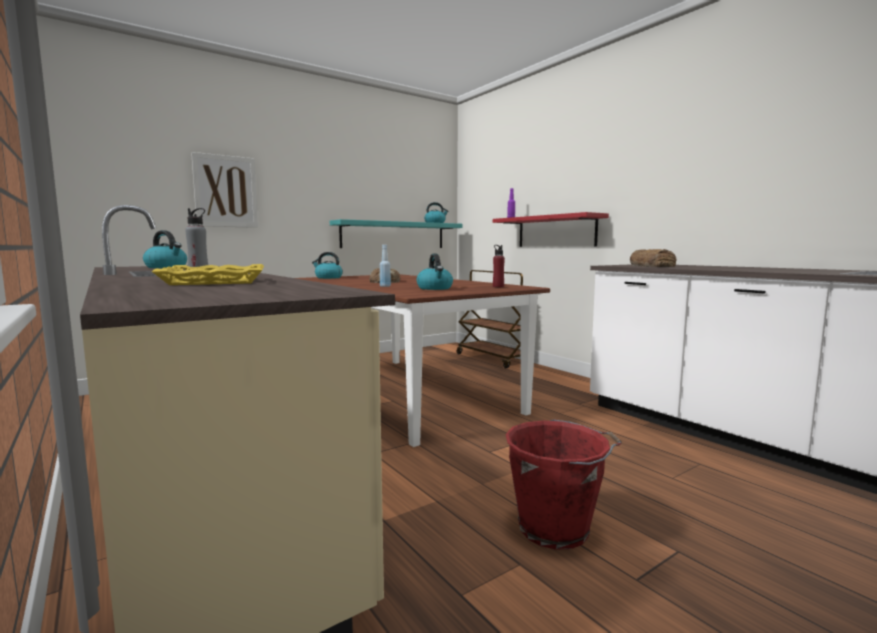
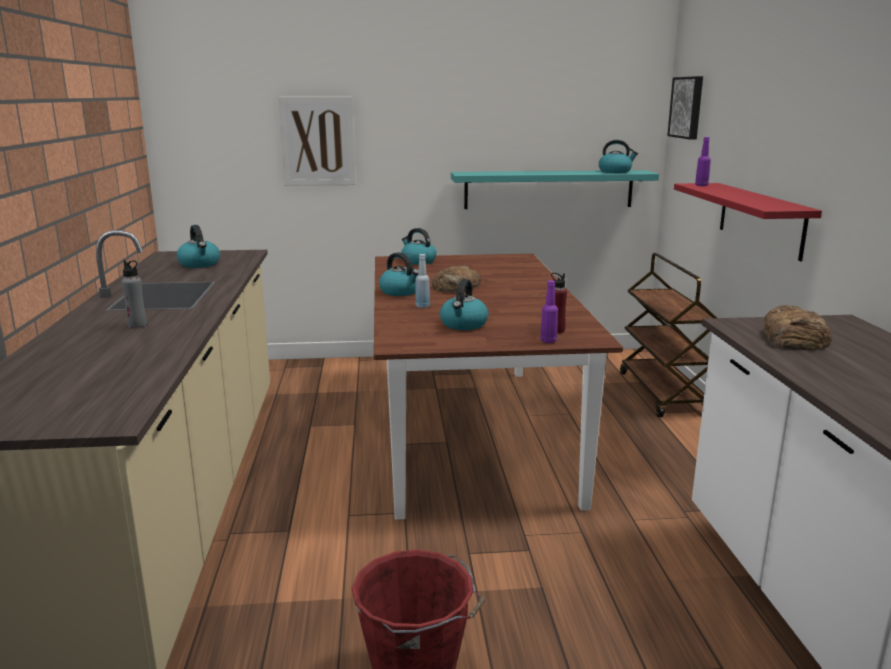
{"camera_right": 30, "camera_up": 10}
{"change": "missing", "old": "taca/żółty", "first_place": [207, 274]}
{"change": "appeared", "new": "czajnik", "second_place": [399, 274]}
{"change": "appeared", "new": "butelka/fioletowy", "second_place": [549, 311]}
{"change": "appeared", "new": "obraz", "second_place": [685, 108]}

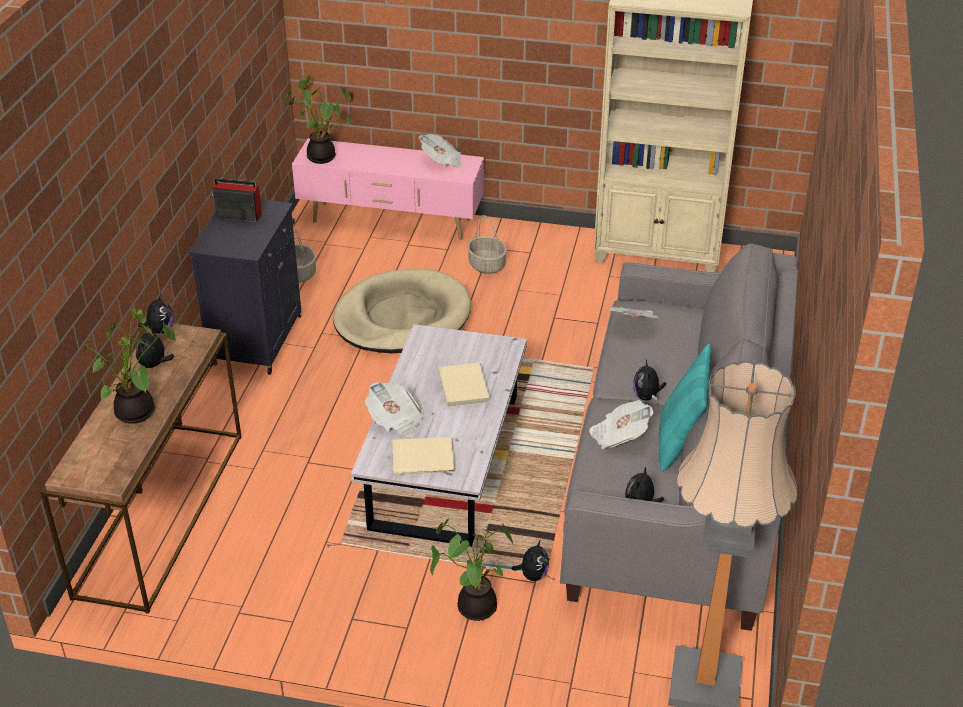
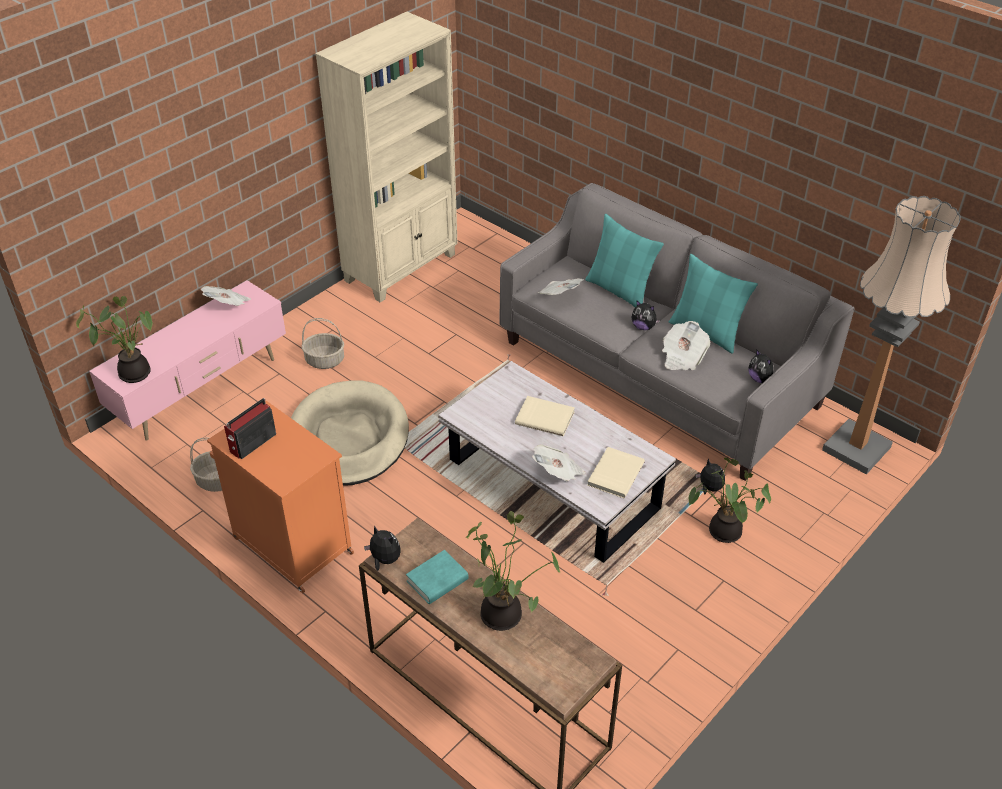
{"camera_right": -60, "camera_up": 5}
{"change": "appeared", "new": "poduszka/turkusowy", "second_place": [624, 260]}
{"change": "exchanged", "old": "pluszak", "new": "książka/turkusowy", "first_place": [155, 347], "second_place": [437, 577]}
{"change": "colour", "old": "szafka/czarny", "new": "szafka/pomarańczowy", "first_place": [245, 287], "second_place": [280, 497]}

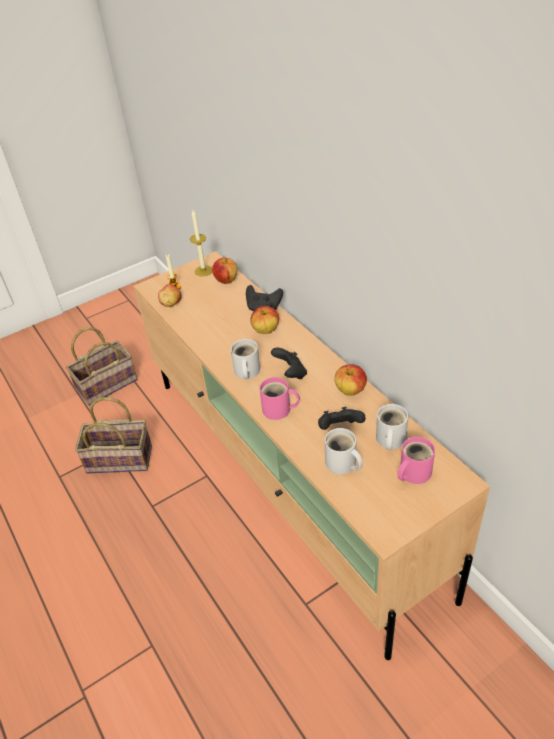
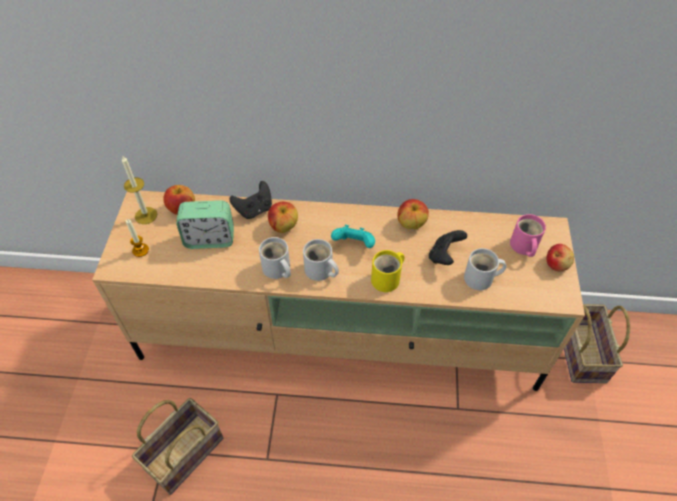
{"camera_right": -55, "camera_up": 10}
{"change": "appeared", "new": "budzik", "second_place": [205, 224]}
{"change": "relocated", "old": "koszyk", "first_place": [102, 366], "second_place": [597, 343]}
{"change": "relocated", "old": "jabłko", "first_place": [170, 295], "second_place": [560, 257]}
{"change": "relocated", "old": "kubek/biały", "first_place": [392, 427], "second_place": [275, 258]}
{"change": "colour", "old": "kubek/różowy", "new": "kubek/żółty", "first_place": [279, 398], "second_place": [387, 271]}
{"change": "colour", "old": "pad do gier/czarny", "new": "pad do gier/turkusowy", "first_place": [289, 363], "second_place": [353, 236]}

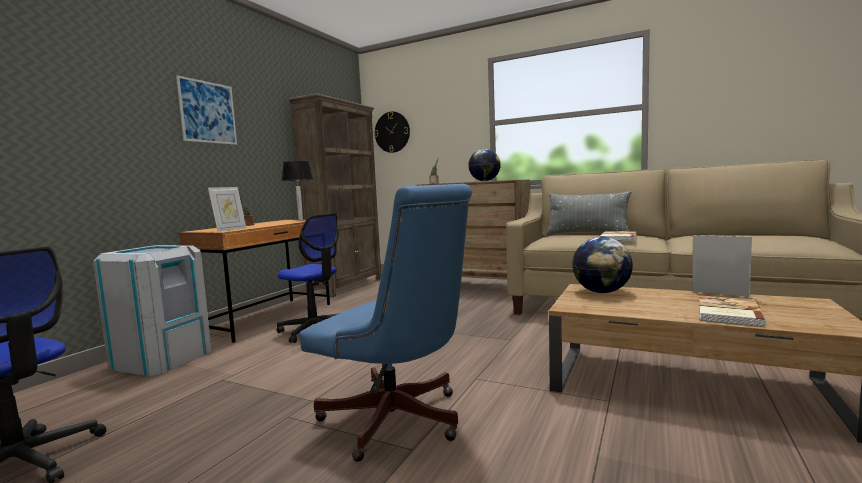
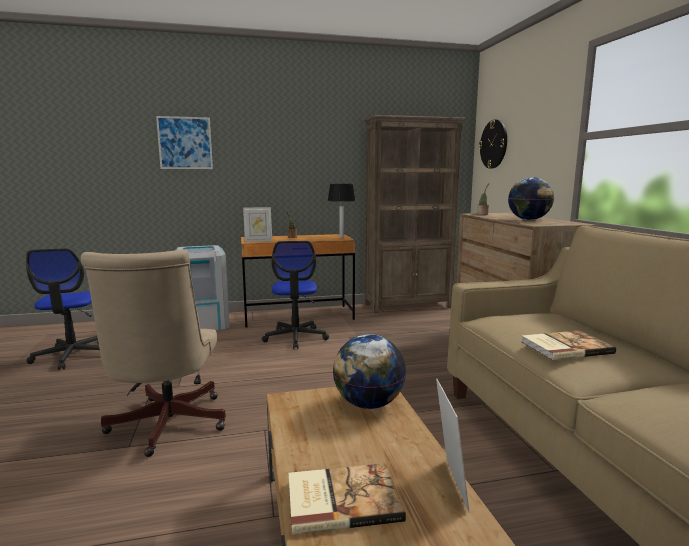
{"camera_right": 50, "camera_up": 5}
{"change": "missing", "old": "poduszka/szary", "first_place": [588, 213]}
{"change": "relocated", "old": "obraz", "first_place": [206, 110], "second_place": [184, 142]}
{"change": "colour", "old": "krzesło biurowe/niebieski", "new": "krzesło biurowe/beżowy", "first_place": [386, 323], "second_place": [153, 353]}

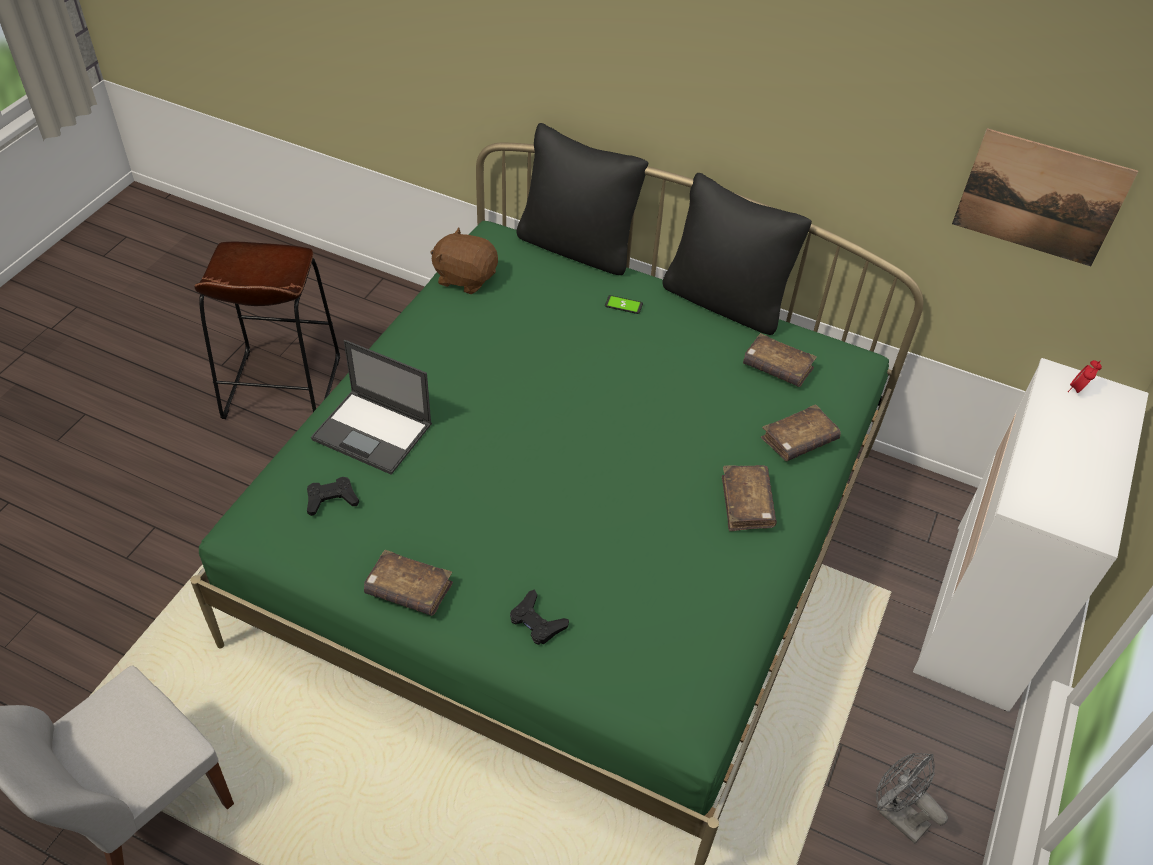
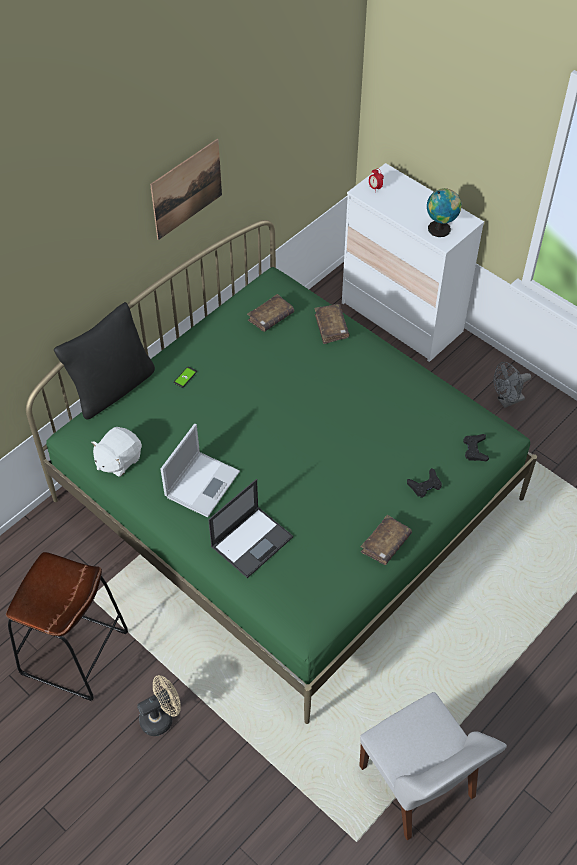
{"camera_right": -70, "camera_up": 5}
{"change": "missing", "old": "poduszka/czarny", "first_place": [737, 254]}
{"change": "missing", "old": "książka/brązowy", "first_place": [749, 498]}
{"change": "appeared", "new": "wentylator/beżowy", "second_place": [159, 705]}
{"change": "appeared", "new": "laptop", "second_place": [200, 470]}
{"change": "appeared", "new": "globus", "second_place": [444, 212]}
{"change": "relocated", "old": "pad do gier/czarny", "first_place": [333, 496], "second_place": [476, 447]}
{"change": "relocated", "old": "obraz", "first_place": [1045, 197], "second_place": [186, 189]}
{"change": "colour", "old": "pluszak/brązowy", "new": "pluszak/biały", "first_place": [464, 260], "second_place": [116, 452]}

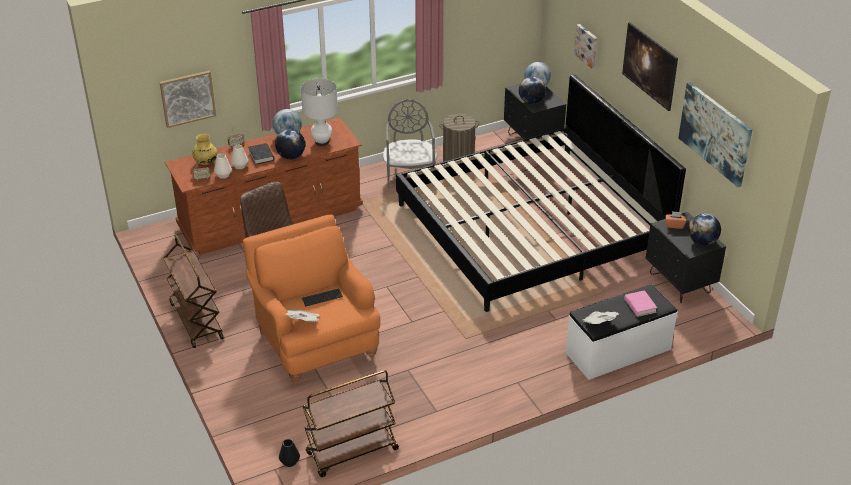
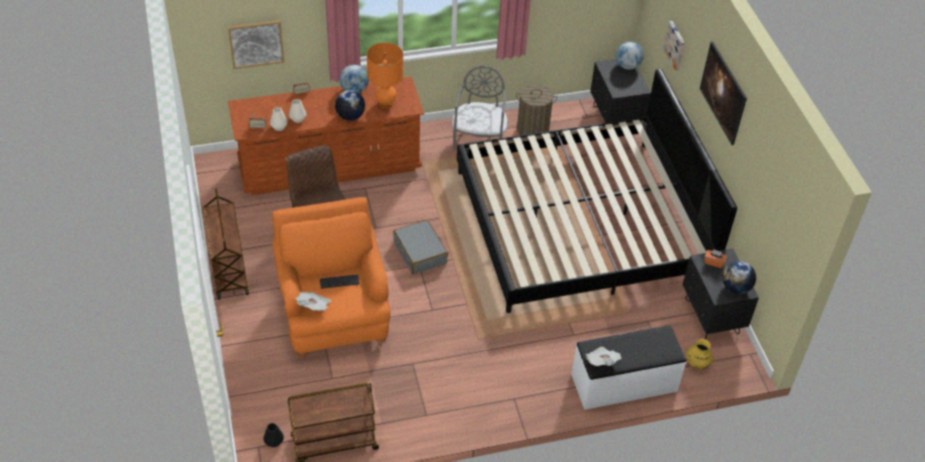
{"camera_right": 10, "camera_up": 10}
{"change": "missing", "old": "książka/czarny", "first_place": [261, 154]}
{"change": "missing", "old": "globus", "first_place": [532, 90]}
{"change": "missing", "old": "książka/różowy", "first_place": [640, 303]}
{"change": "missing", "old": "obraz", "first_place": [715, 134]}
{"change": "appeared", "new": "walizka/szary", "second_place": [420, 247]}
{"change": "relocated", "old": "wazon/żółty", "first_place": [204, 149], "second_place": [699, 354]}
{"change": "colour", "old": "lampa stołowa/biały", "new": "lampa stołowa/pomarańczowy", "first_place": [319, 112], "second_place": [385, 76]}

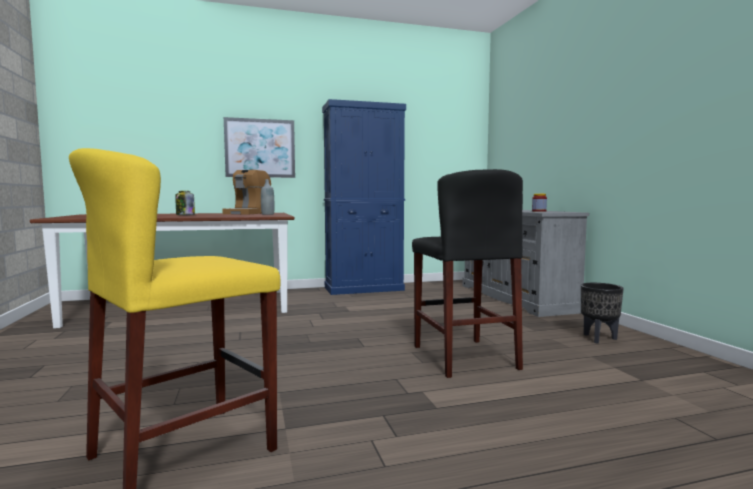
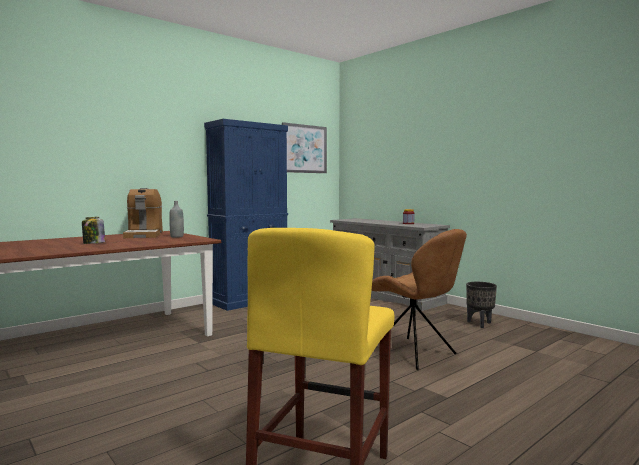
{"camera_right": -25, "camera_up": 0}
{"change": "relocated", "old": "obraz", "first_place": [259, 147], "second_place": [304, 147]}
{"change": "exchanged", "old": "stołek/czarny", "new": "krzesło/brązowy", "first_place": [467, 273], "second_place": [419, 299]}

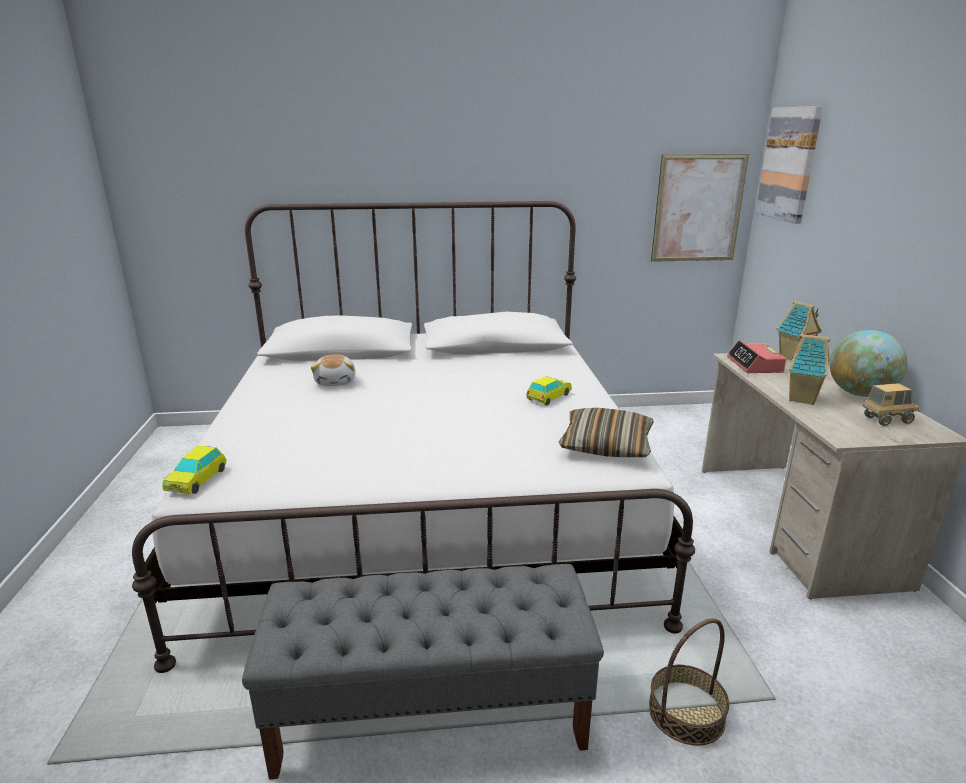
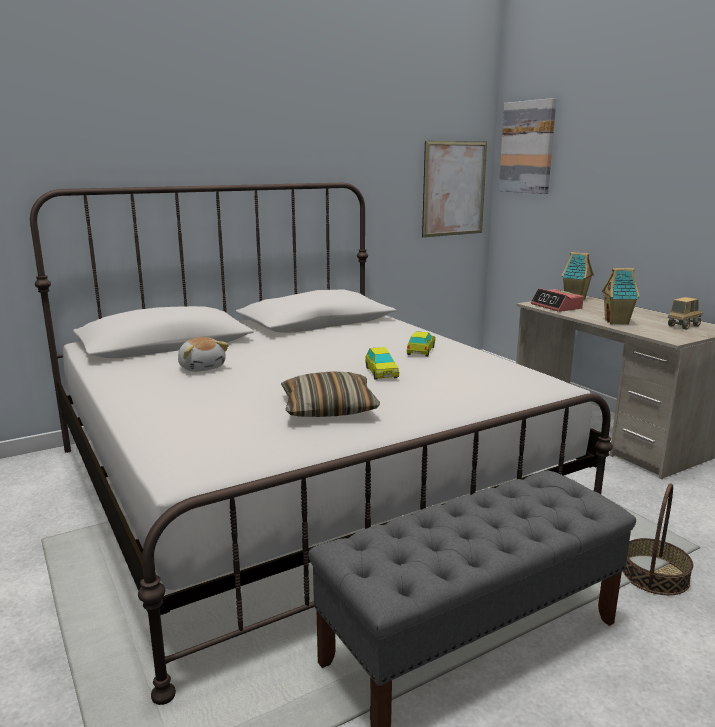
{"camera_right": -25, "camera_up": -5}
{"change": "missing", "old": "globus", "first_place": [868, 363]}
{"change": "relocated", "old": "samochodzik", "first_place": [194, 469], "second_place": [382, 363]}
{"change": "relocated", "old": "poduszka", "first_place": [605, 432], "second_place": [330, 394]}

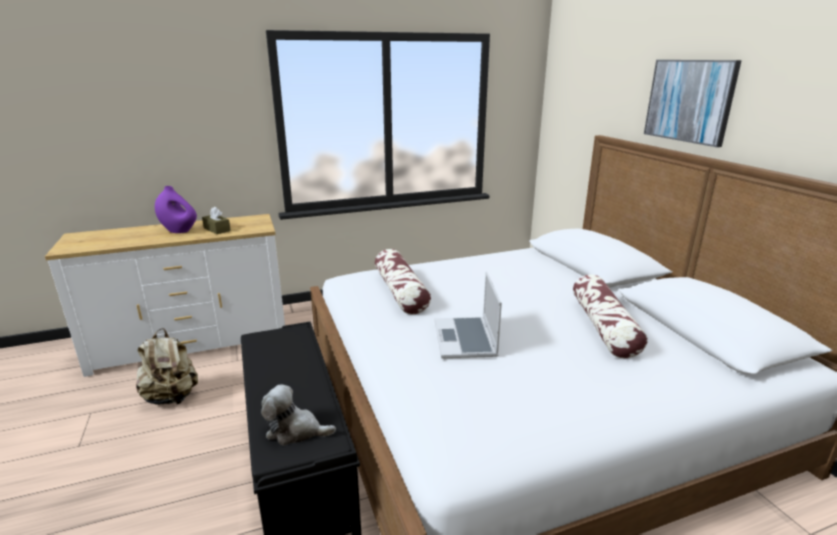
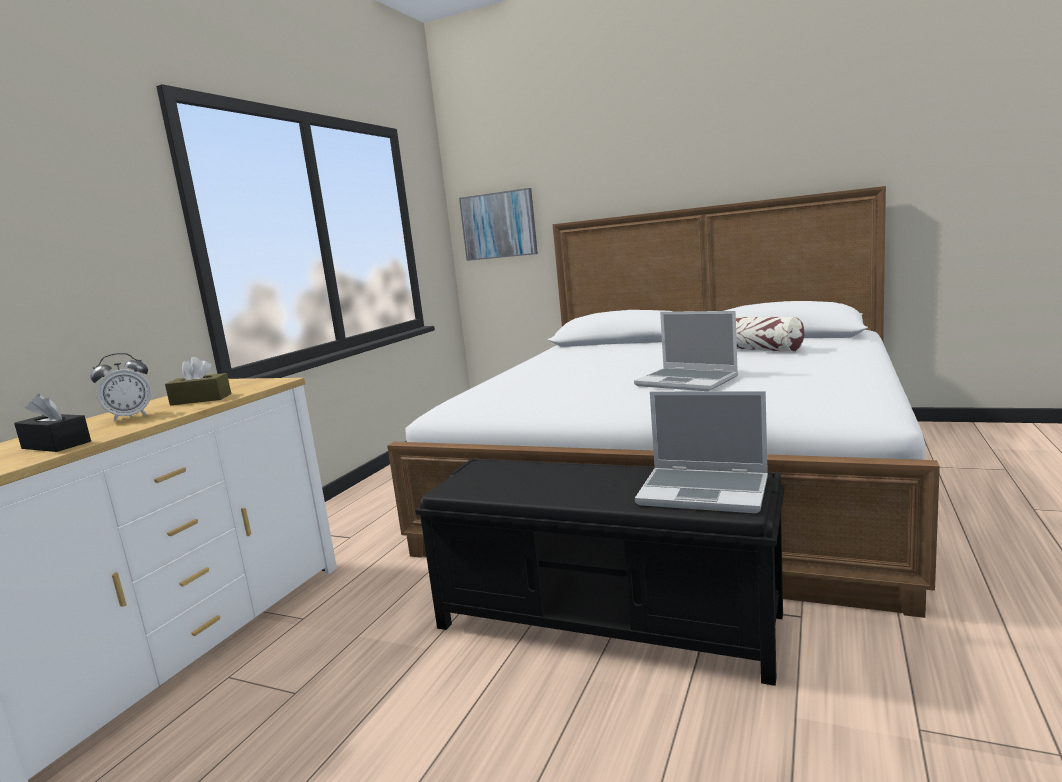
{"camera_right": -45, "camera_up": -10}
{"change": "missing", "old": "plecak/beżowy", "first_place": [167, 366]}
{"change": "missing", "old": "poduszka", "first_place": [403, 282]}
{"change": "appeared", "new": "pudełko chusteczek/czarny", "second_place": [52, 423]}
{"change": "relocated", "old": "obraz", "first_place": [693, 103], "second_place": [498, 224]}
{"change": "exchanged", "old": "wazon/fioletowy", "new": "budzik", "first_place": [176, 209], "second_place": [121, 387]}
{"change": "exchanged", "old": "pluszak", "new": "laptop", "first_place": [298, 415], "second_place": [701, 452]}

